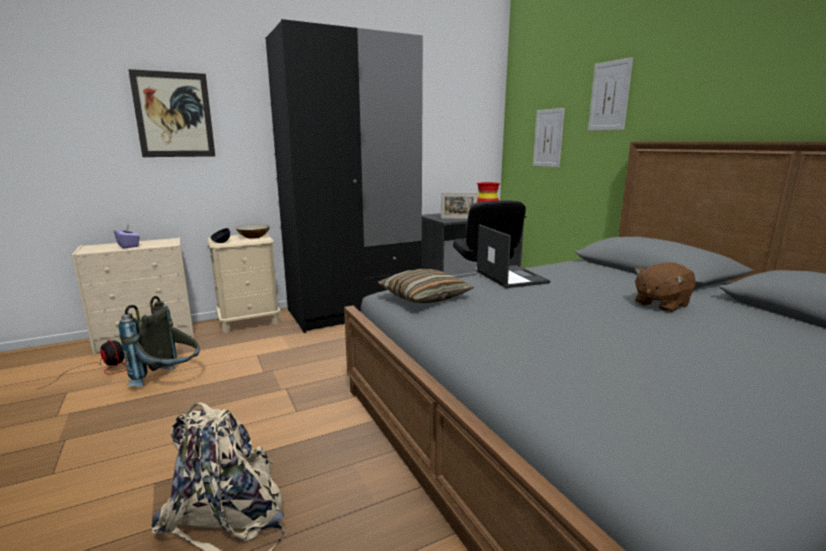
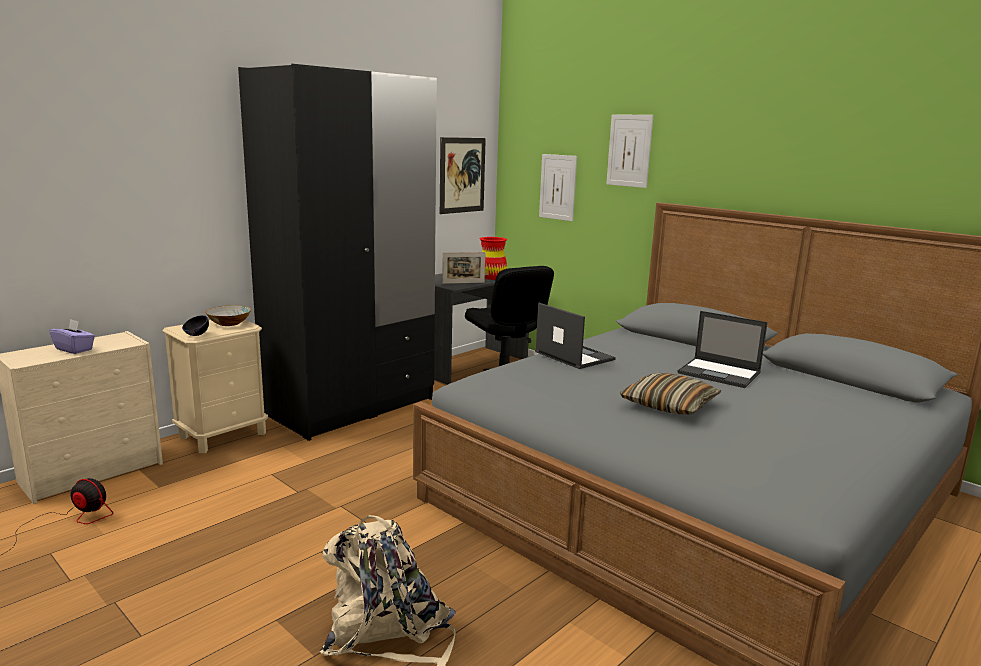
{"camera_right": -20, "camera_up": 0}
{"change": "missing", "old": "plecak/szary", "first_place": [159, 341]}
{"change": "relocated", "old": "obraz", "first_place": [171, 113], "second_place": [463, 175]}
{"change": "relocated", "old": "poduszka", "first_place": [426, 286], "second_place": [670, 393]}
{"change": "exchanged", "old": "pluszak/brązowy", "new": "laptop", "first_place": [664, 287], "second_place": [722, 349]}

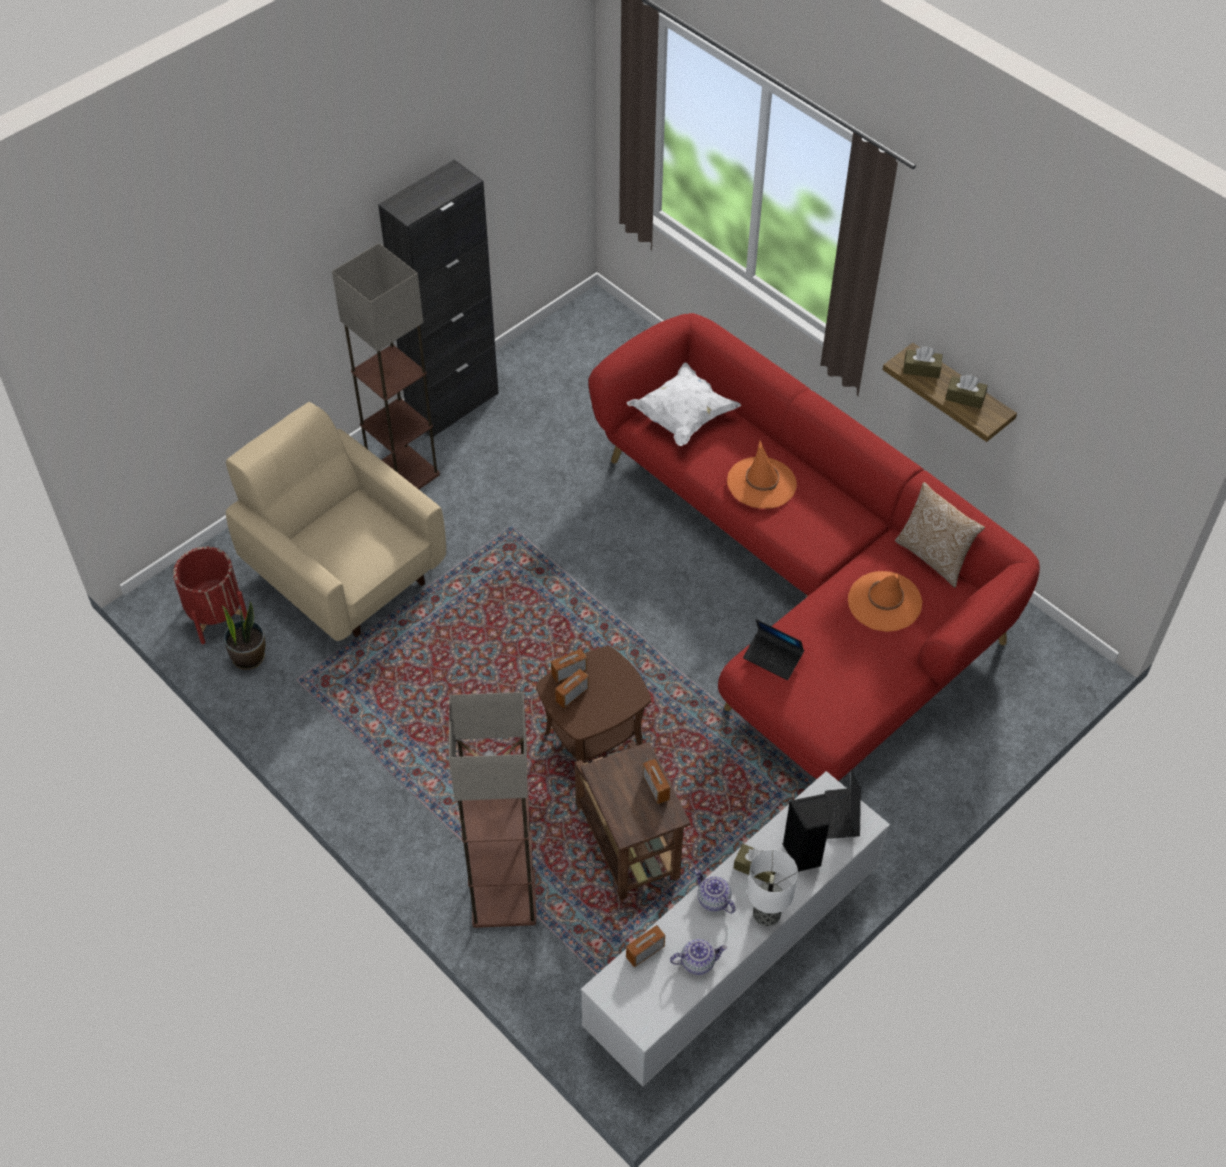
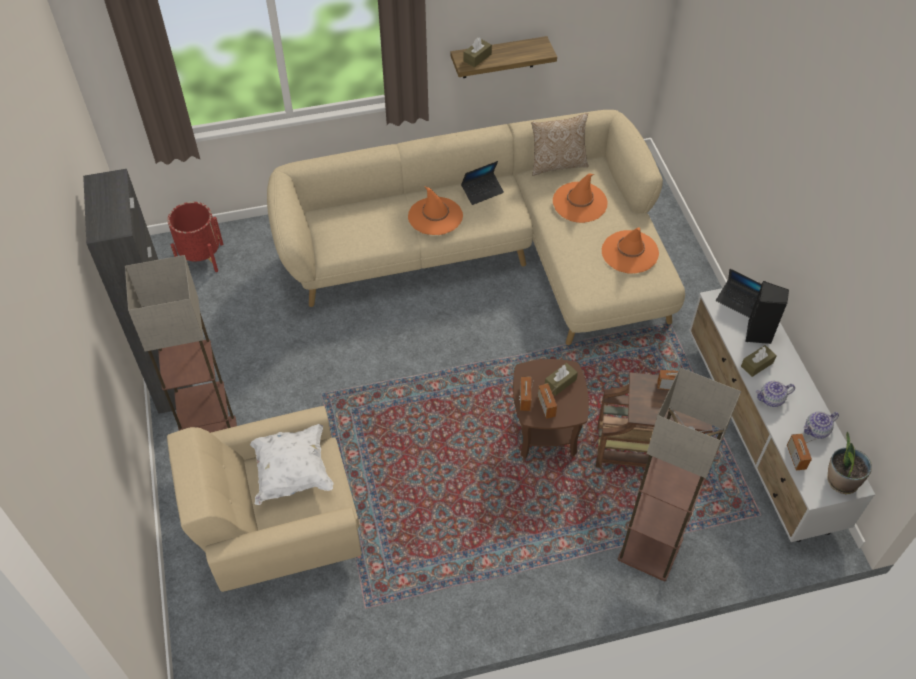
{"camera_right": -60, "camera_up": 0}
{"change": "missing", "old": "lampa stołowa", "first_place": [772, 888]}
{"change": "appeared", "new": "kapelusz/pomarańczowy", "second_place": [630, 250]}
{"change": "relocated", "old": "donica/czerwony", "first_place": [210, 595], "second_place": [195, 237]}
{"change": "relocated", "old": "roślina doniczkowa", "first_place": [243, 635], "second_place": [849, 463]}
{"change": "relocated", "old": "poduszka/biały", "first_place": [684, 404], "second_place": [291, 464]}
{"change": "relocated", "old": "laptop", "first_place": [773, 649], "second_place": [482, 183]}
{"change": "relocated", "old": "pudełko chusteczek/brązowy", "first_place": [966, 392], "second_place": [561, 379]}
{"change": "colour", "old": "kanapa/czerwony", "new": "kanapa/beżowy", "first_place": [814, 547], "second_place": [476, 227]}
{"change": "spun", "old": "imbryk", "first_place": [698, 957], "second_place": [821, 425], "degrees": -135}

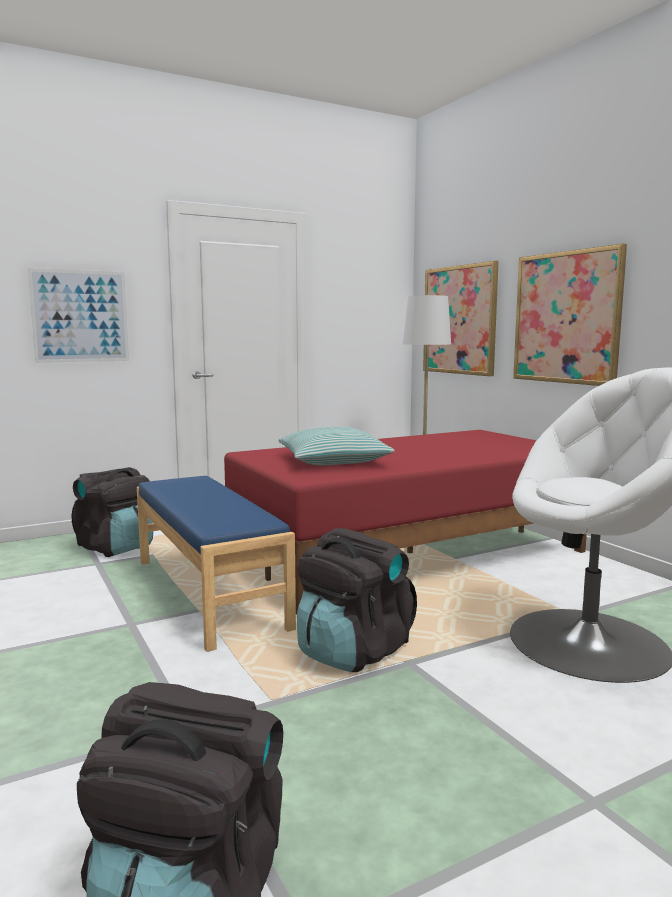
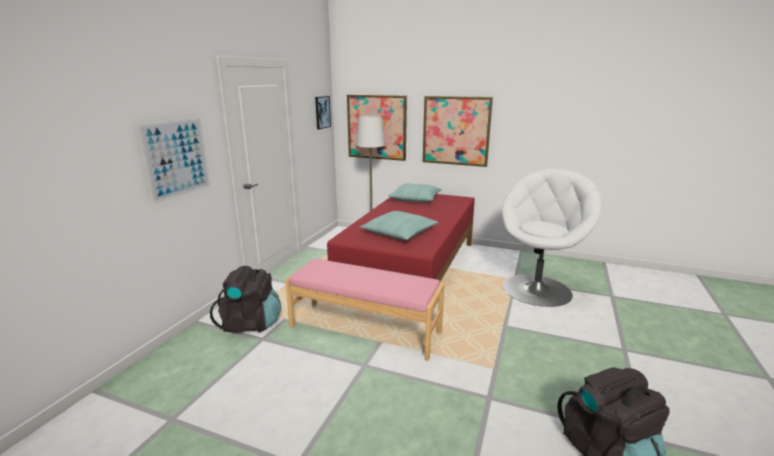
{"camera_right": -40, "camera_up": 10}
{"change": "missing", "old": "plecak/czarny", "first_place": [357, 600]}
{"change": "appeared", "new": "obraz", "second_place": [323, 112]}
{"change": "appeared", "new": "poduszka", "second_place": [415, 193]}
{"change": "colour", "old": "ławka/niebieski", "new": "ławka/różowy", "first_place": [216, 564], "second_place": [364, 310]}

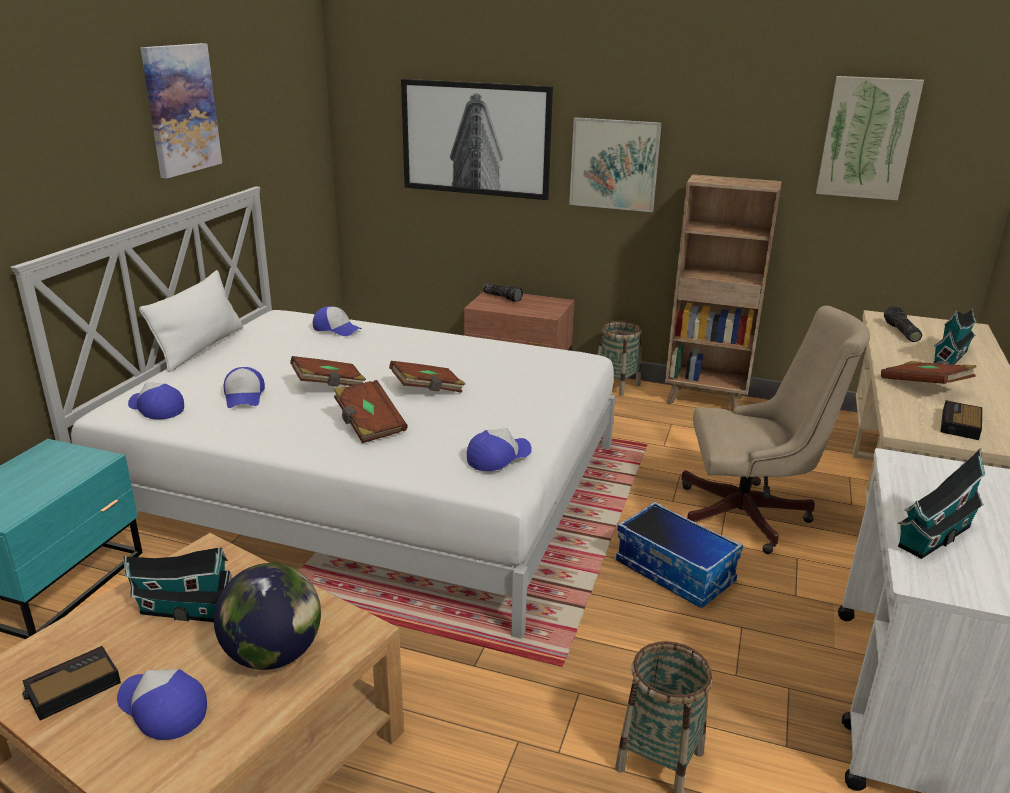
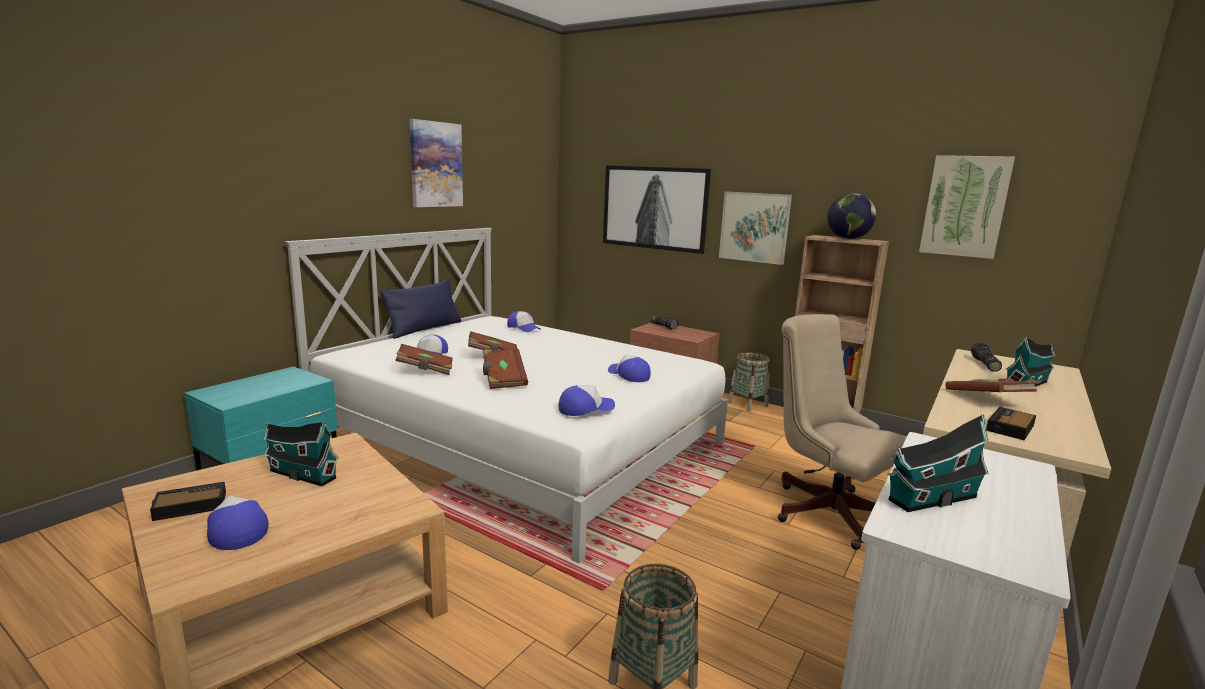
{"camera_right": 15, "camera_up": -10}
{"change": "missing", "old": "pojemnik do przechowywania", "first_place": [679, 555]}
{"change": "relocated", "old": "czapka z daszkiem", "first_place": [156, 400], "second_place": [629, 368]}
{"change": "relocated", "old": "globus", "first_place": [267, 616], "second_place": [851, 216]}
{"change": "relocated", "old": "książka/brązowy", "first_place": [427, 377], "second_place": [424, 359]}
{"change": "colour", "old": "poduszka/biały", "new": "poduszka/niebieski", "first_place": [191, 321], "second_place": [420, 309]}
{"change": "spun", "old": "krzesło biurowe/beżowy", "first_place": [775, 429], "second_place": [842, 432], "degrees": -150}

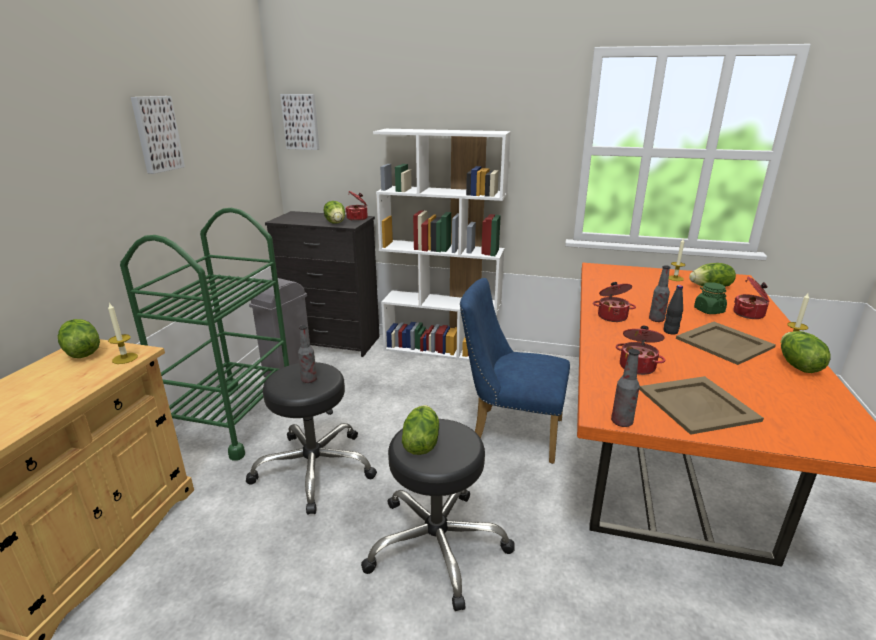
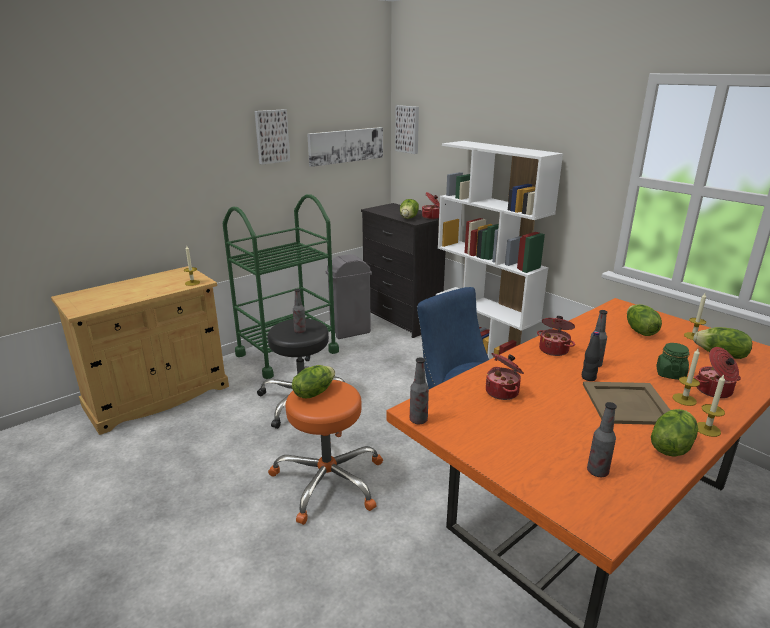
{"camera_right": 35, "camera_up": 0}
{"change": "missing", "old": "taca/beżowy", "first_place": [701, 405]}
{"change": "appeared", "new": "obraz", "second_place": [345, 147]}
{"change": "appeared", "new": "butelka", "second_place": [602, 439]}
{"change": "appeared", "new": "świeca", "second_place": [686, 377]}
{"change": "relocated", "old": "sałata", "first_place": [79, 338], "second_place": [644, 320]}
{"change": "colour", "old": "stołek/czarny", "new": "stołek/pomarańczowy", "first_place": [438, 515], "second_place": [325, 452]}

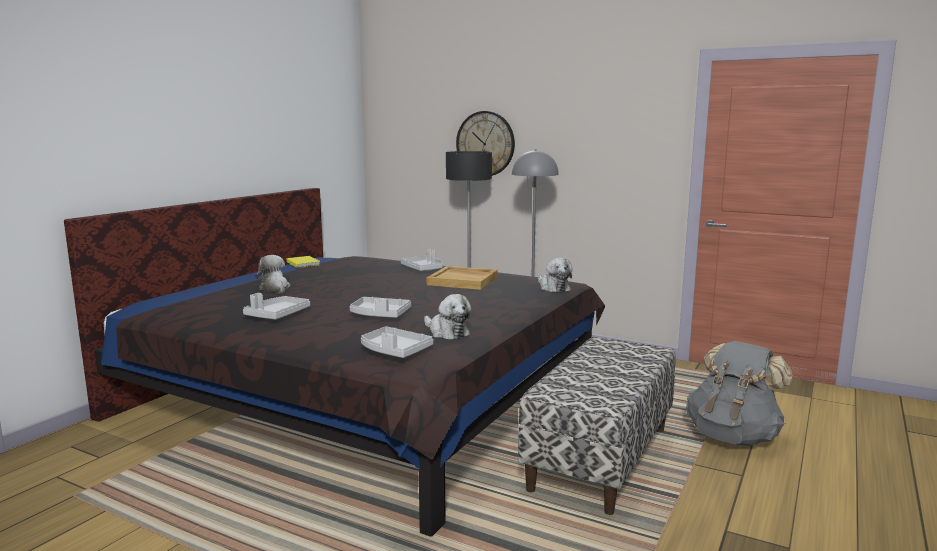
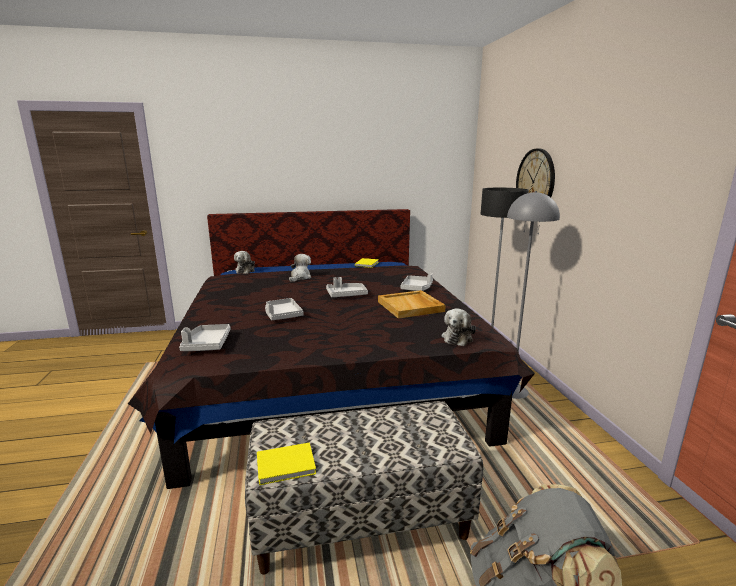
{"camera_right": 50, "camera_up": 5}
{"change": "appeared", "new": "książka/żółty", "second_place": [286, 463]}
{"change": "relocated", "old": "taca/szary", "first_place": [276, 306], "second_place": [347, 287]}
{"change": "relocated", "old": "pluszak", "first_place": [447, 316], "second_place": [244, 262]}

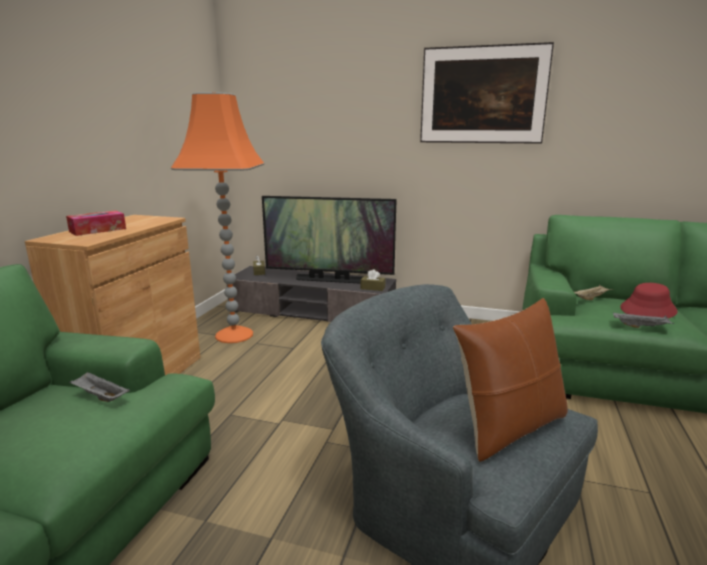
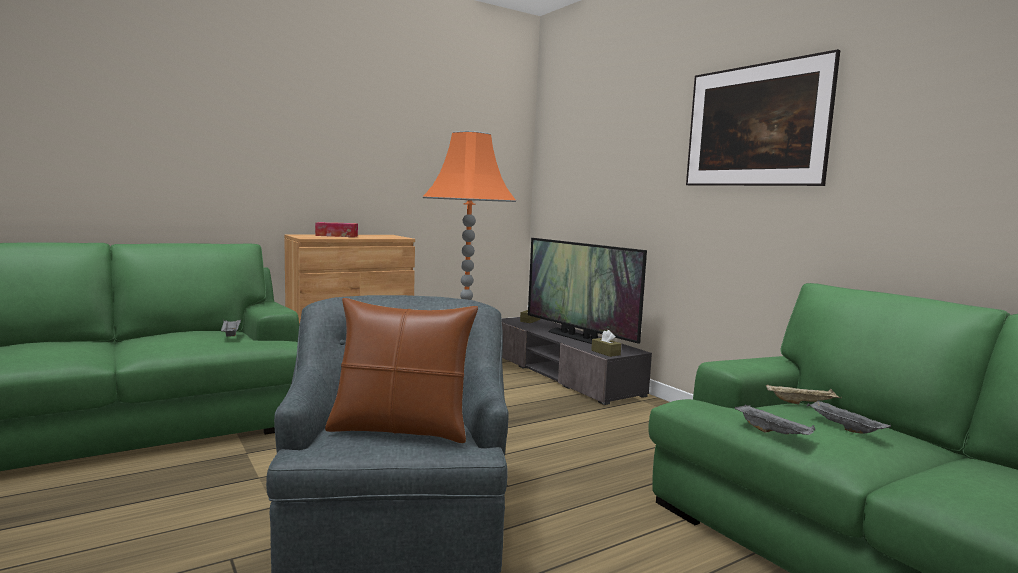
{"camera_right": 40, "camera_up": -10}
{"change": "exchanged", "old": "kapelusz/czerwony", "new": "taca/szary", "first_place": [649, 300], "second_place": [849, 417]}

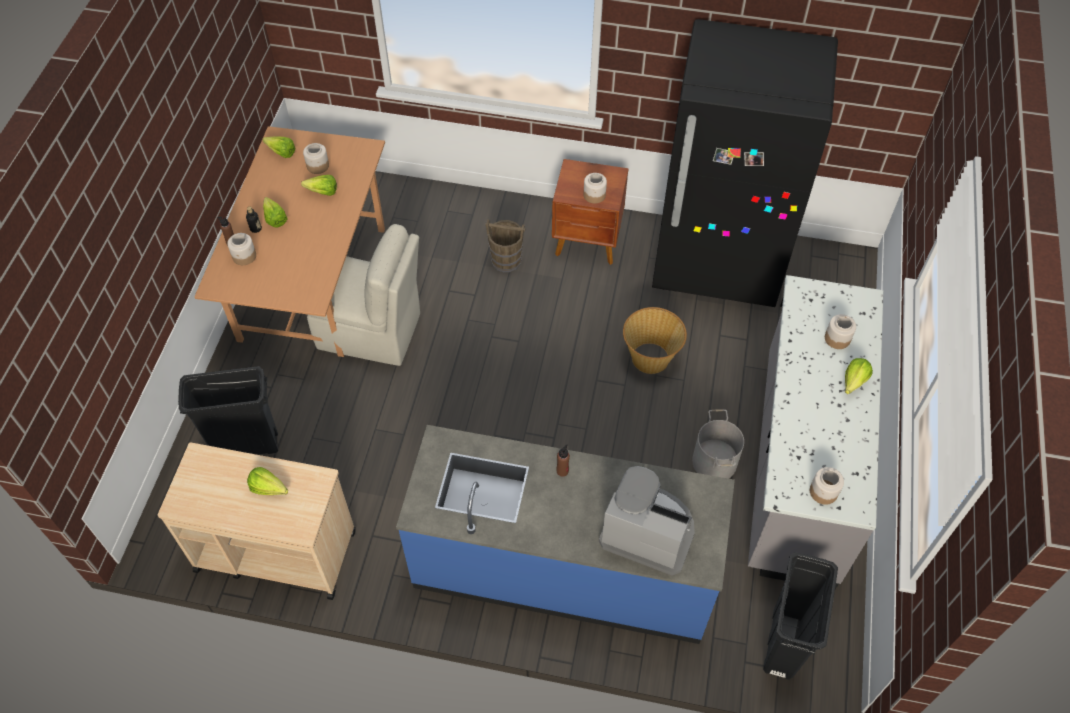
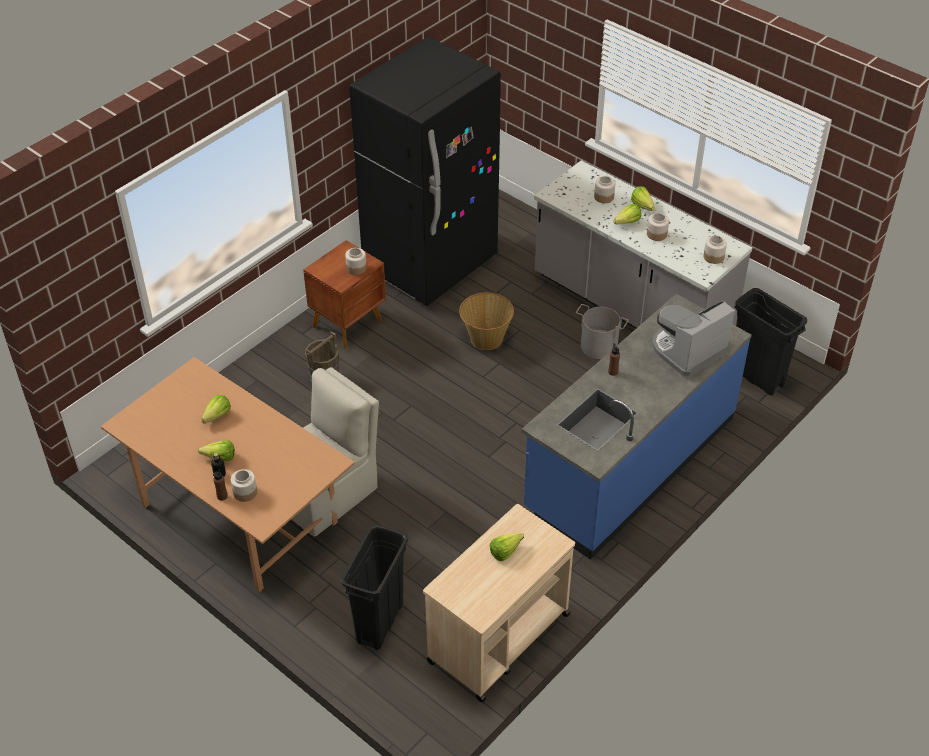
{"camera_right": -60, "camera_up": -10}
{"change": "relocated", "old": "sałata", "first_place": [279, 147], "second_place": [627, 214]}
{"change": "relocated", "old": "słoik", "first_place": [316, 158], "second_place": [658, 227]}

